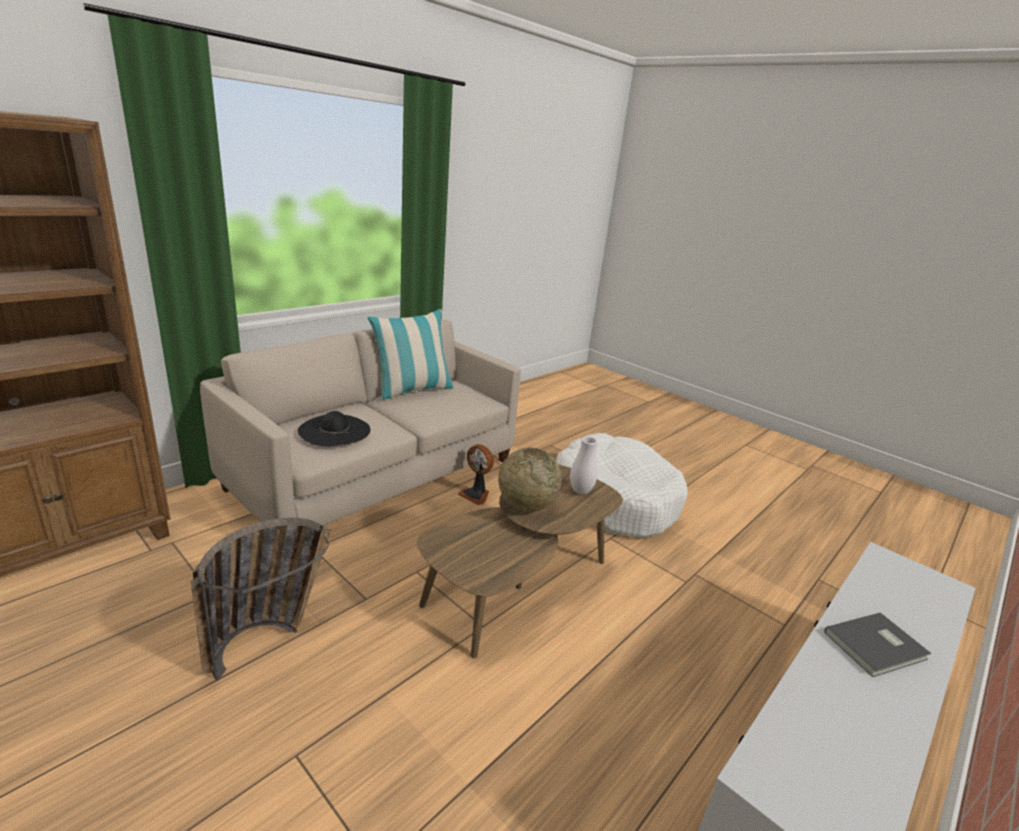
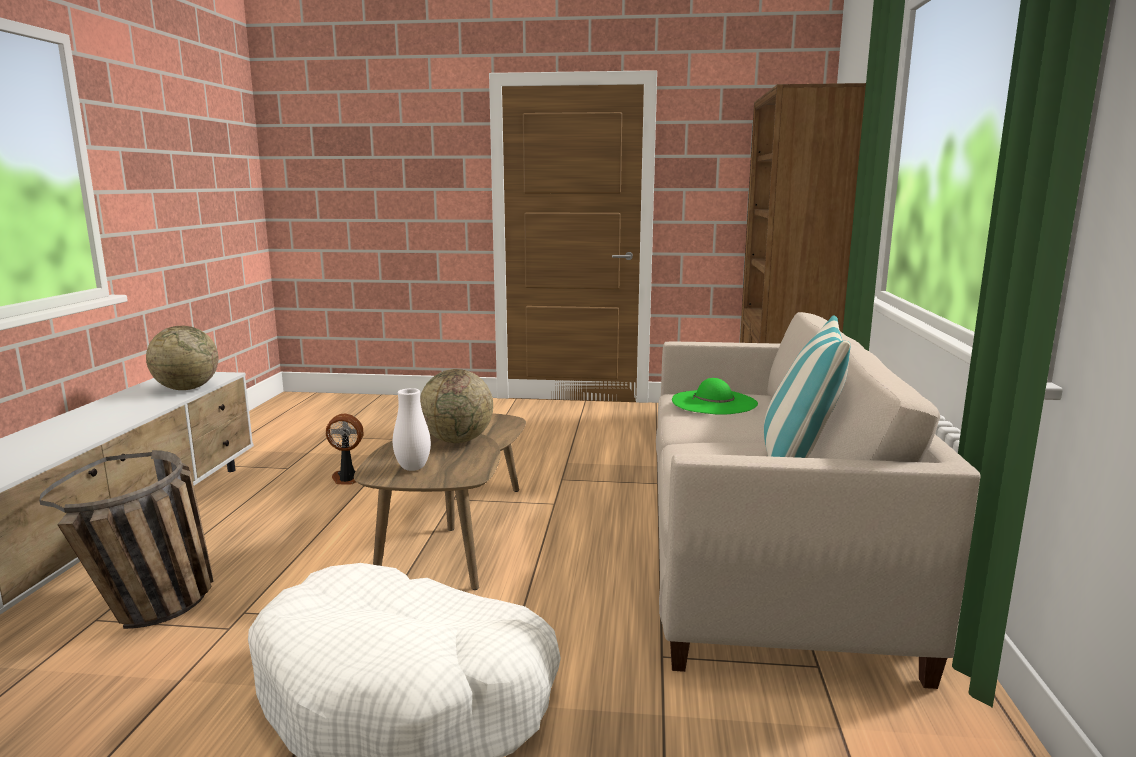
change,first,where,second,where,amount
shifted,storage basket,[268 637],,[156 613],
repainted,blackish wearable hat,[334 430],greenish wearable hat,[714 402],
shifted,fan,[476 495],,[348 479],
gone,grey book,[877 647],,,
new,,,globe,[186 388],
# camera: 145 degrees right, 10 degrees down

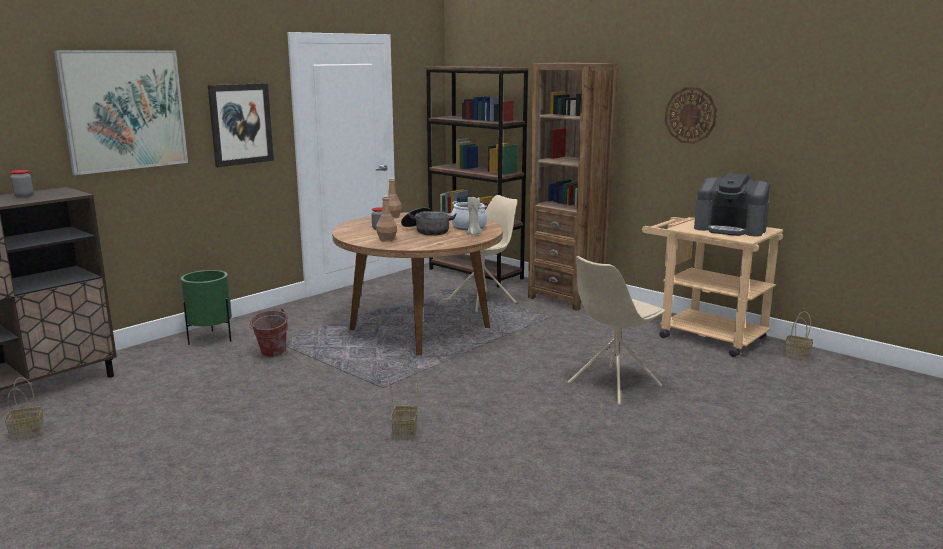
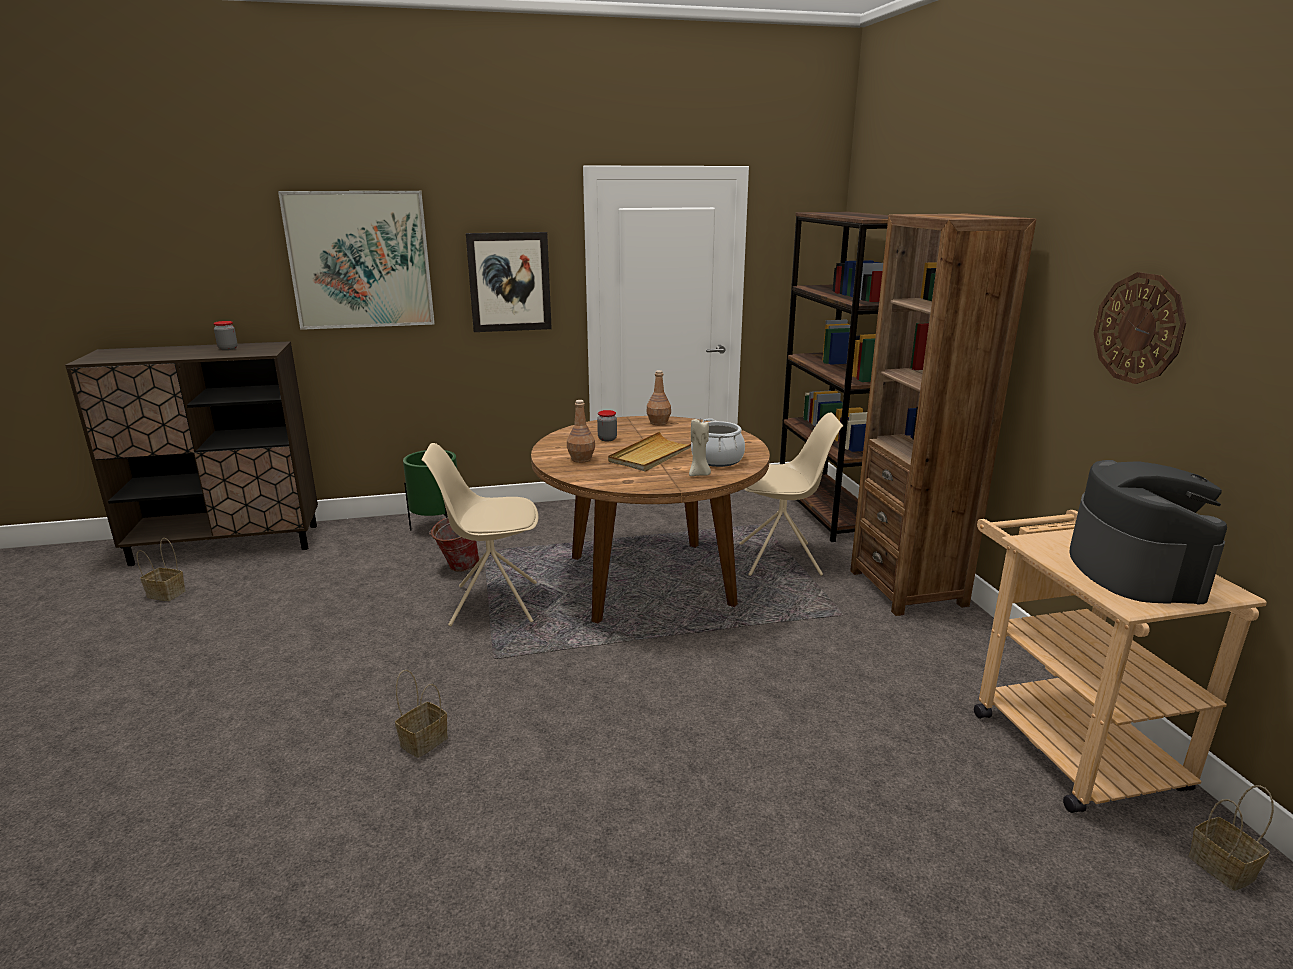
change,first,where,second,where,amount
swapped,stockpot,[427 231],beige-coloured serving tray,[653 455],
shifted,beige-coloured chair,[613 385],,[492 604],
rotated,coffee brewer,[730 229],,[1133 569],150 degrees counterclockwise
# camera: 35 degrees right, 5 degrees up

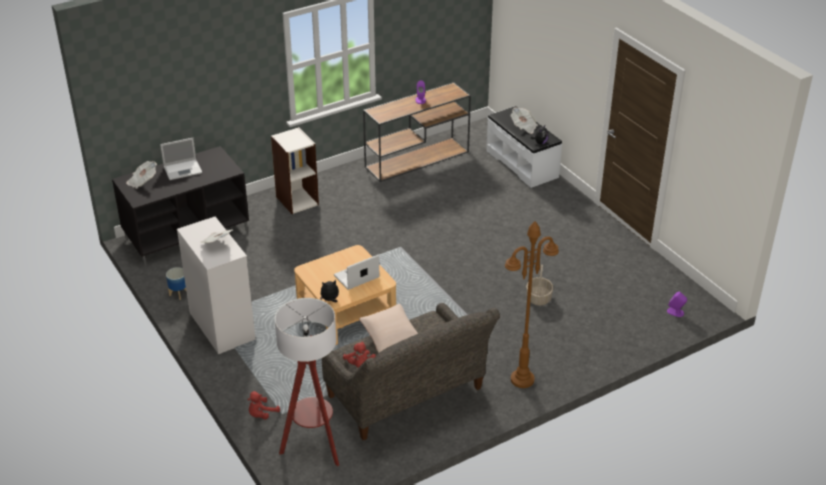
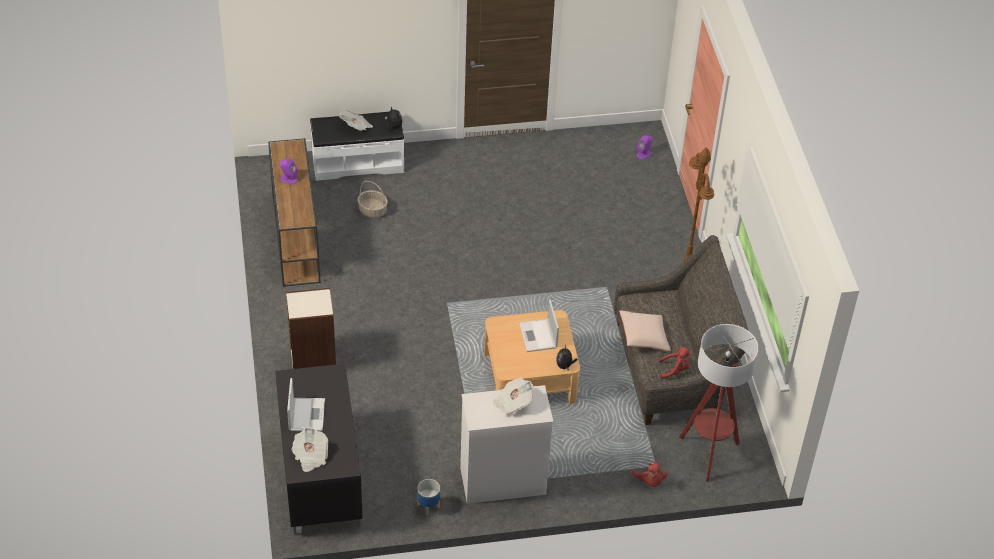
change,first,where,second,where,amount
shifted,storage basket,[538 298],,[372 211],
# camera: 70 degrees left, 10 degrees up

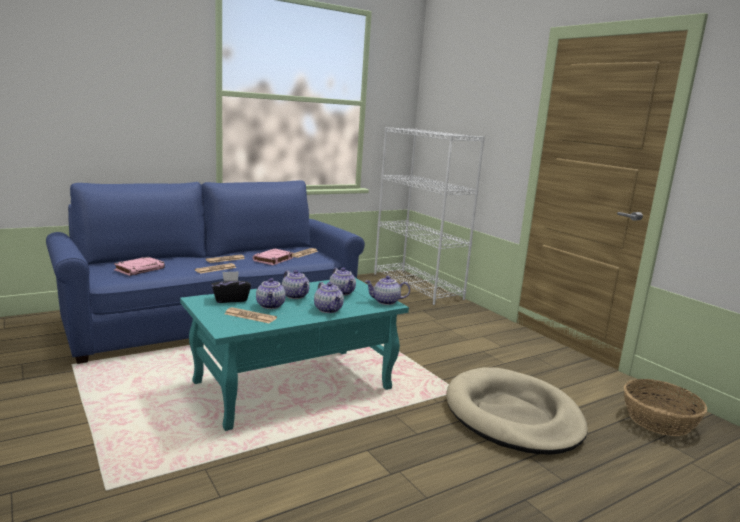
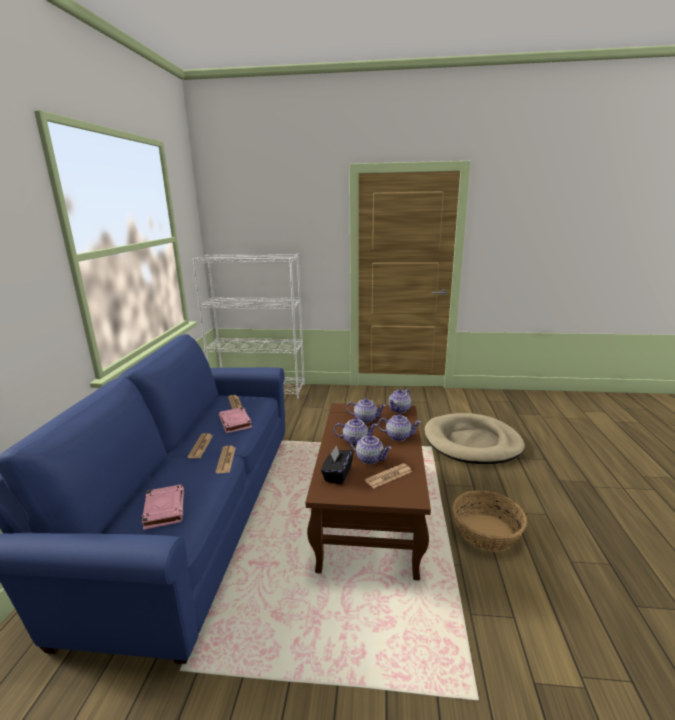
change,first,where,second,where,amount
repainted,turquoise low table,[294 386],brown low table,[369 513],
shifted,storage basket,[659 420],,[486 532],
# camera: 50 degrees left, 5 degrees up

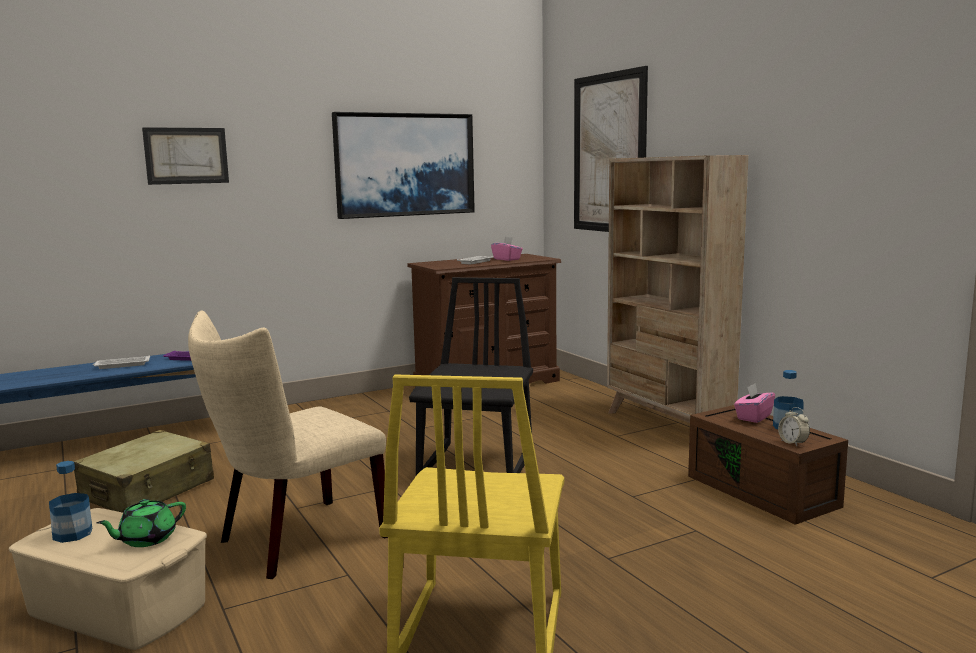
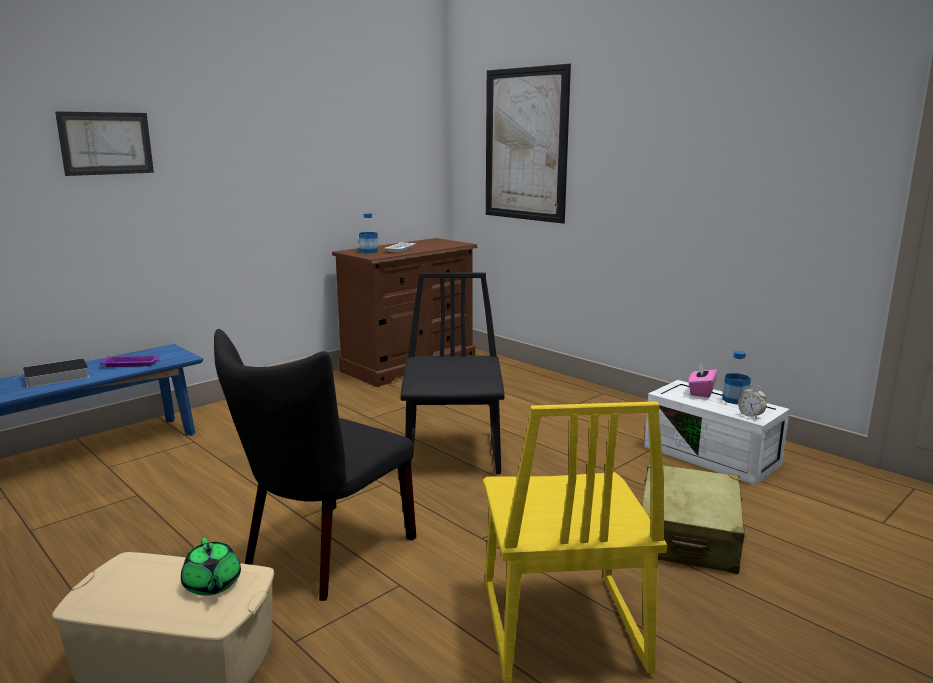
change,first,where,second,where,amount
shifted,bottle,[72 534],,[368 251],
shifted,beige-coloured suitcase,[148 490],,[688 535],
swapped,whitish serving tray,[121 365],book,[54 377],
rotated,greenish tea pot,[146 539],,[212 584],60 degrees counterclockwise
repainted,beige-coloured chair,[294 541],blackish chair,[322 554],
gone,wall picture,[405 165],,,
gone,pink tissue box,[507 259],,,
gone,beige-coloured bookcase,[667 424],,,
repainted,brown storage box,[764 491],whitish storage box,[713 455],
# camera: 15 degrees left, 5 degrees up

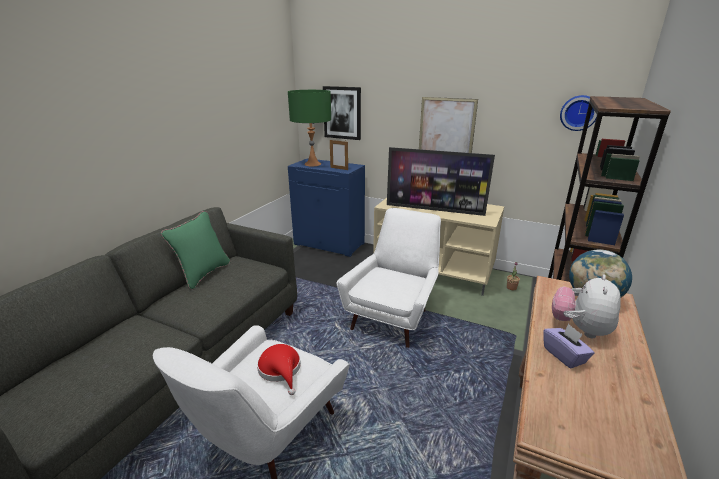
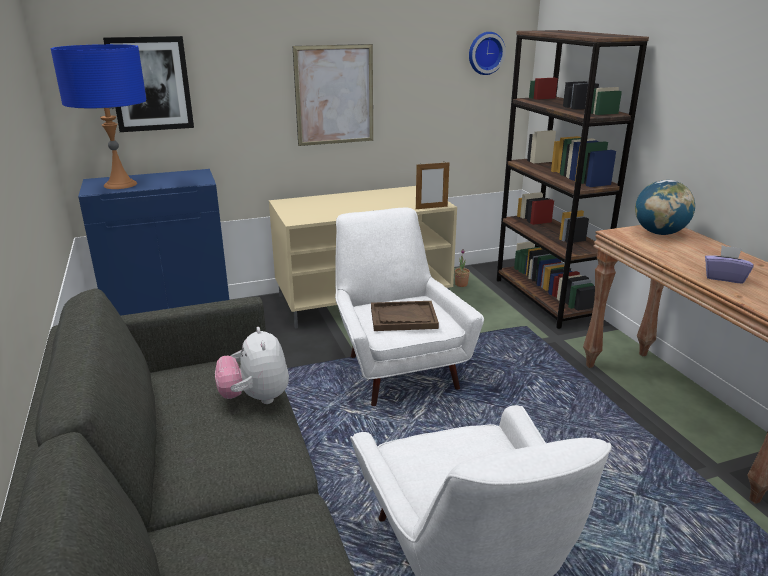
change,first,where,second,where,amount
gone,greenish throw pillow,[203 274],,,
gone,red-coloured wearable hat,[281 370],,,
repainted,greenish tabletop lamp,[312 164],blue-coloured tabletop lamp,[120 184],
shifted,photo frame,[339 168],,[431 207],
gone,TV set,[434 210],,,
shifted,cuddly toy,[580 329],,[256 398],
new,,,brown serving tray,[403 318],
# camera: 45 degrees left, 0 degrees up

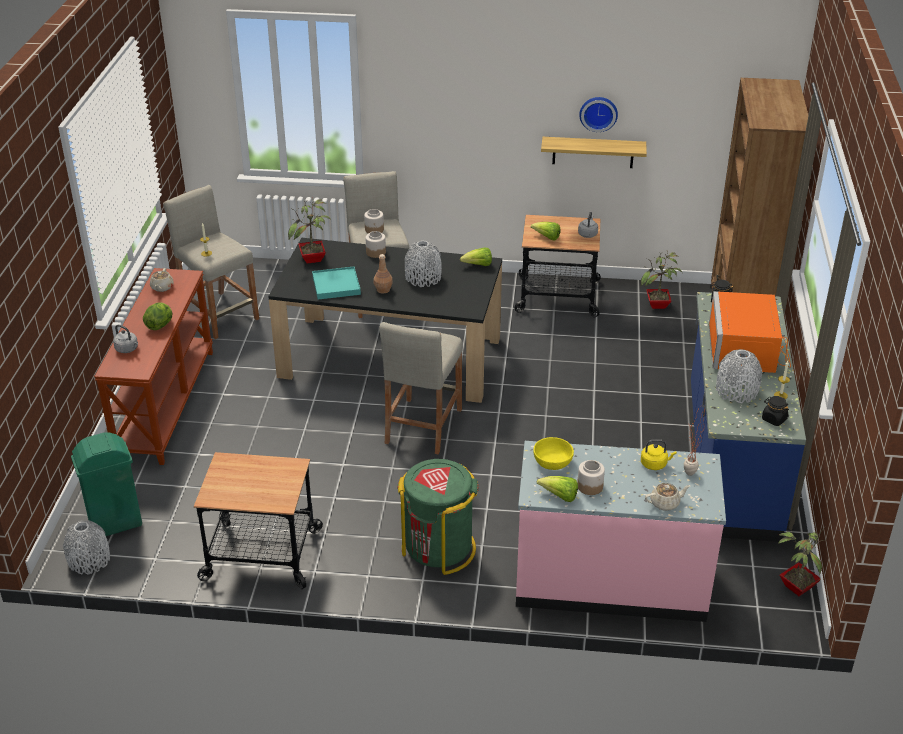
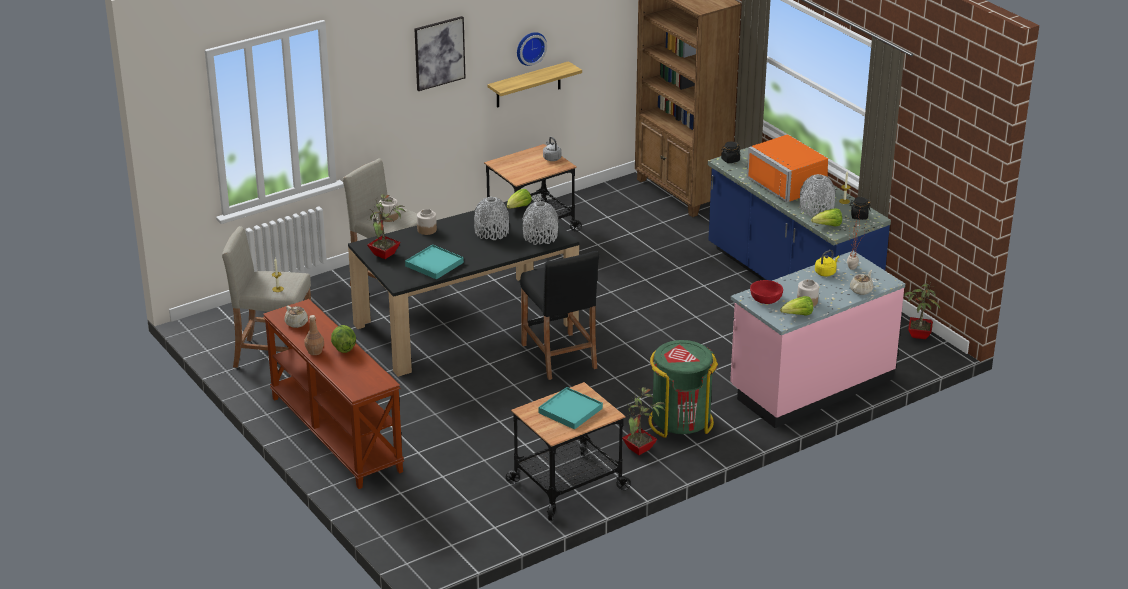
change,first,where,second,where,amount
shifted,grey decorative vase,[89 560],,[540 237],
gone,greenish rubbish bin,[115 523],,,
gone,grey water kettle,[127 349],,,
shifted,brown bottle,[383 289],,[314 351],
repainted,beige-coloured stool seat,[423 426],blackish stool seat,[559 356],
shifted,lettuce head,[547 237],,[828 226],
repainted,yellow serving bowl,[552 461],red-coloured serving bowl,[765 299],
shifted,potted plant,[657 306],,[640 450],
new,,,wall picture,[439 53],
new,,,turquoise serving tray,[570 410],
# camera: 40 degrees left, 5 degrees down

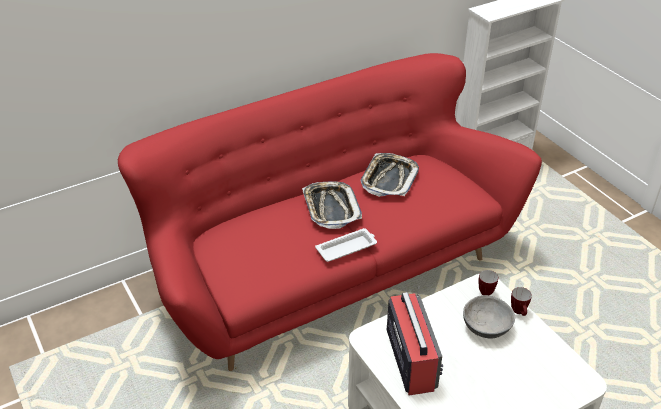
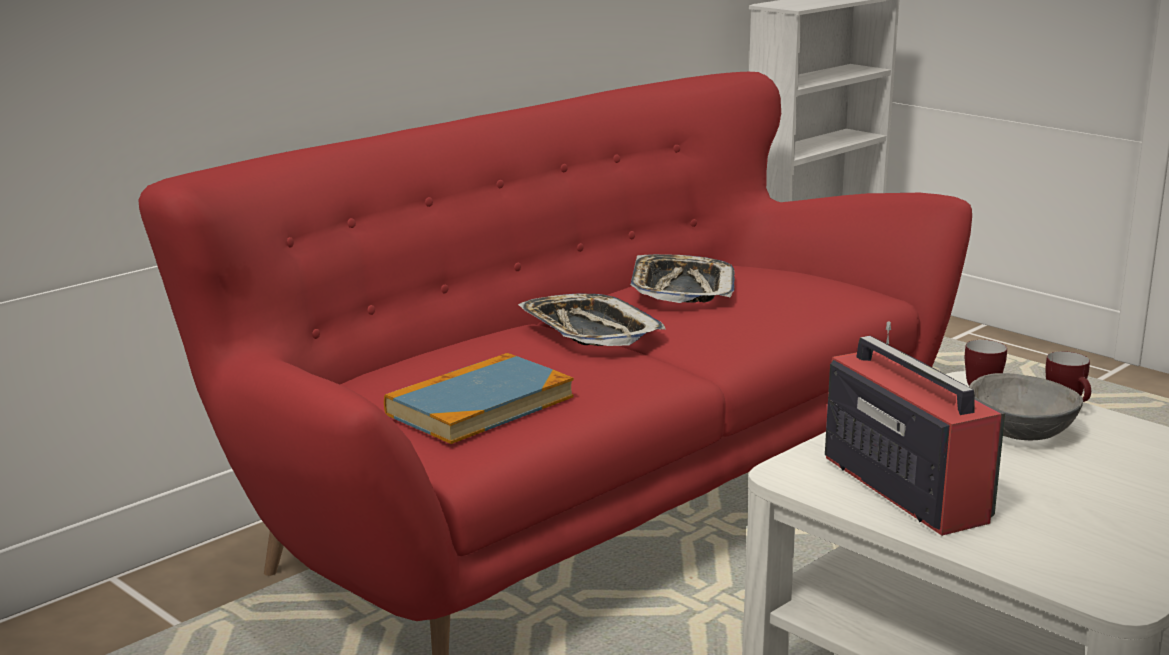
change,first,where,second,where,amount
gone,whitish serving tray,[347 248],,,
new,,,book,[480 405],
# camera: 15 degrees left, 20 degrees down

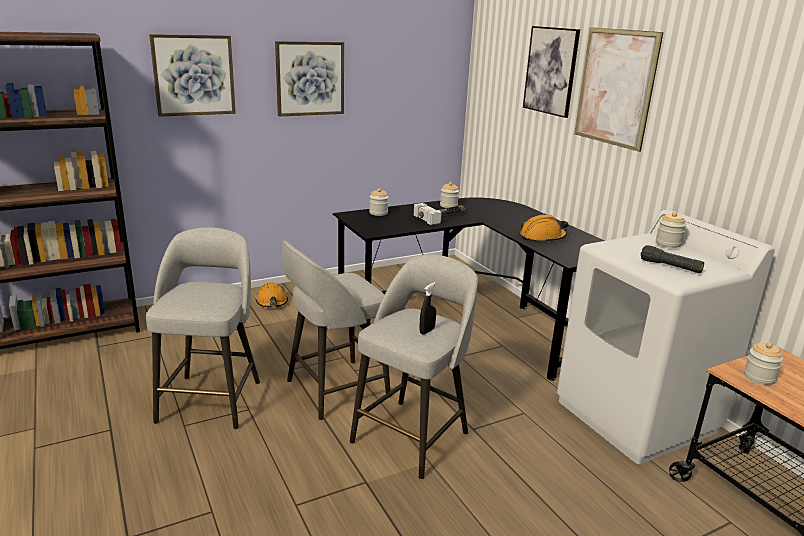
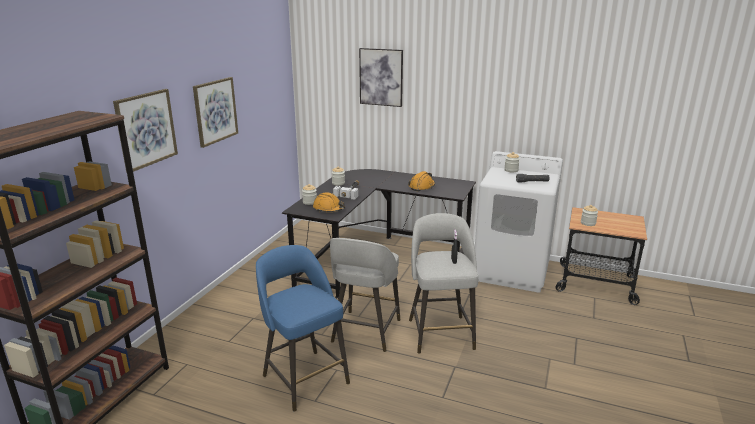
change,first,where,second,where,amount
repainted,grey stool seat,[211 399],blue-coloured stool seat,[304 378],
shifted,orange hard hat,[272 302],,[329 209],
gone,wall picture,[615 87],,,
# camera: 40 degrees left, 0 degrees up

